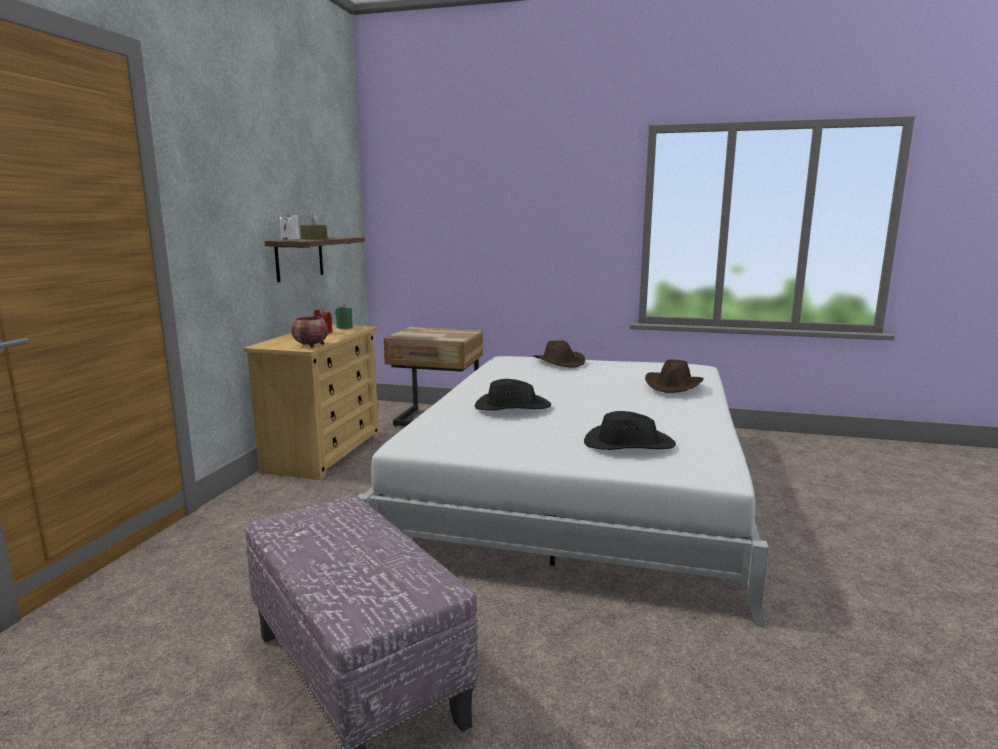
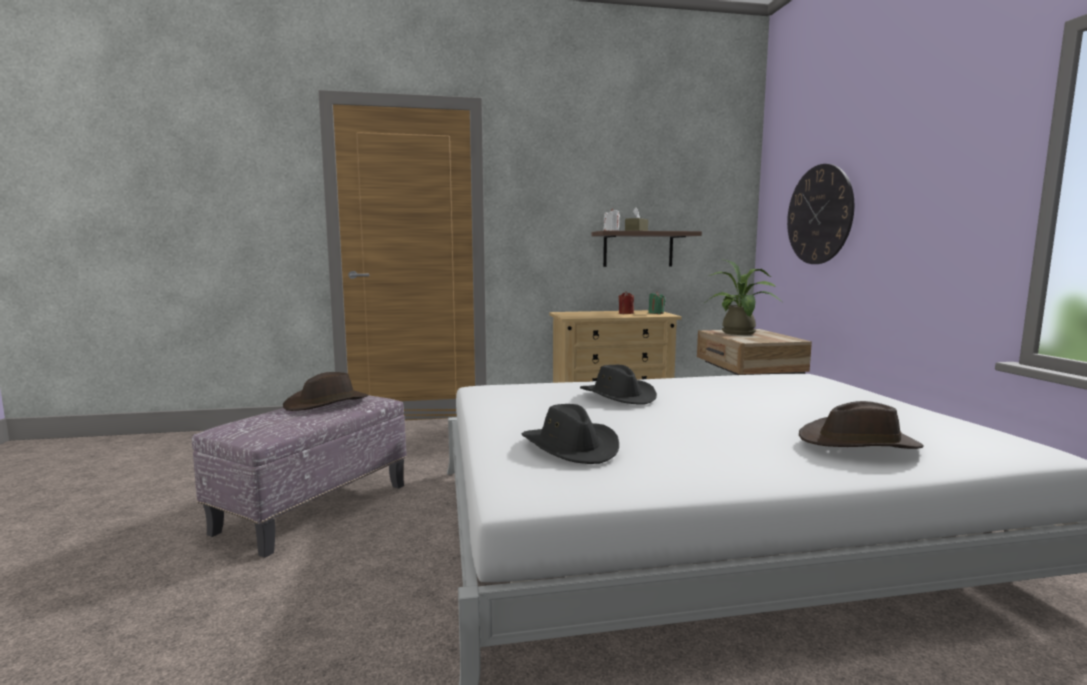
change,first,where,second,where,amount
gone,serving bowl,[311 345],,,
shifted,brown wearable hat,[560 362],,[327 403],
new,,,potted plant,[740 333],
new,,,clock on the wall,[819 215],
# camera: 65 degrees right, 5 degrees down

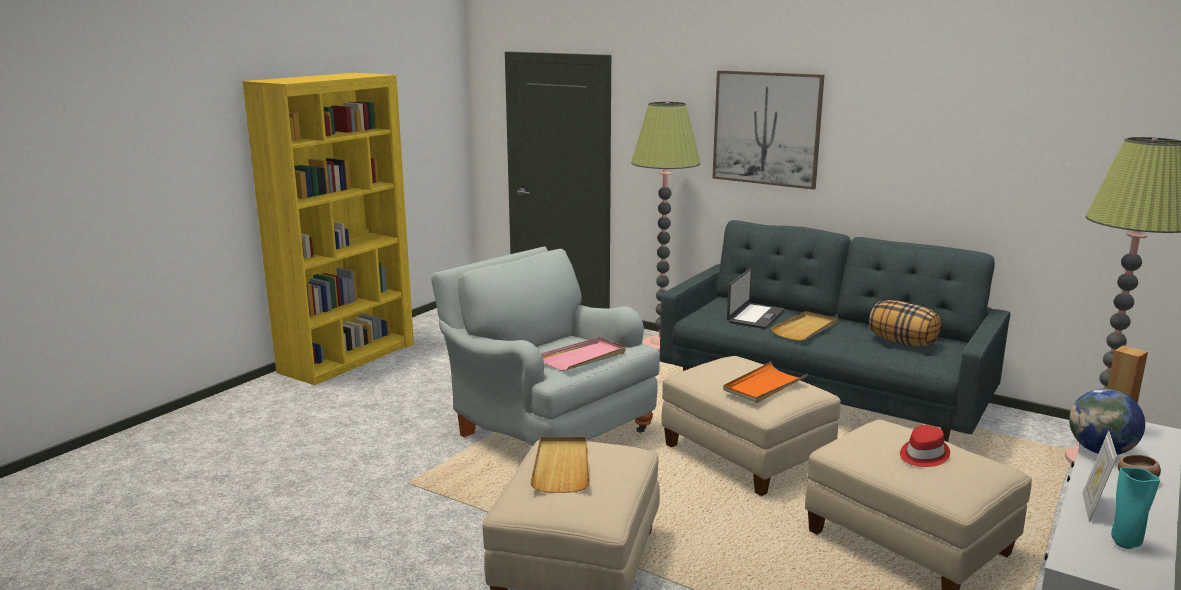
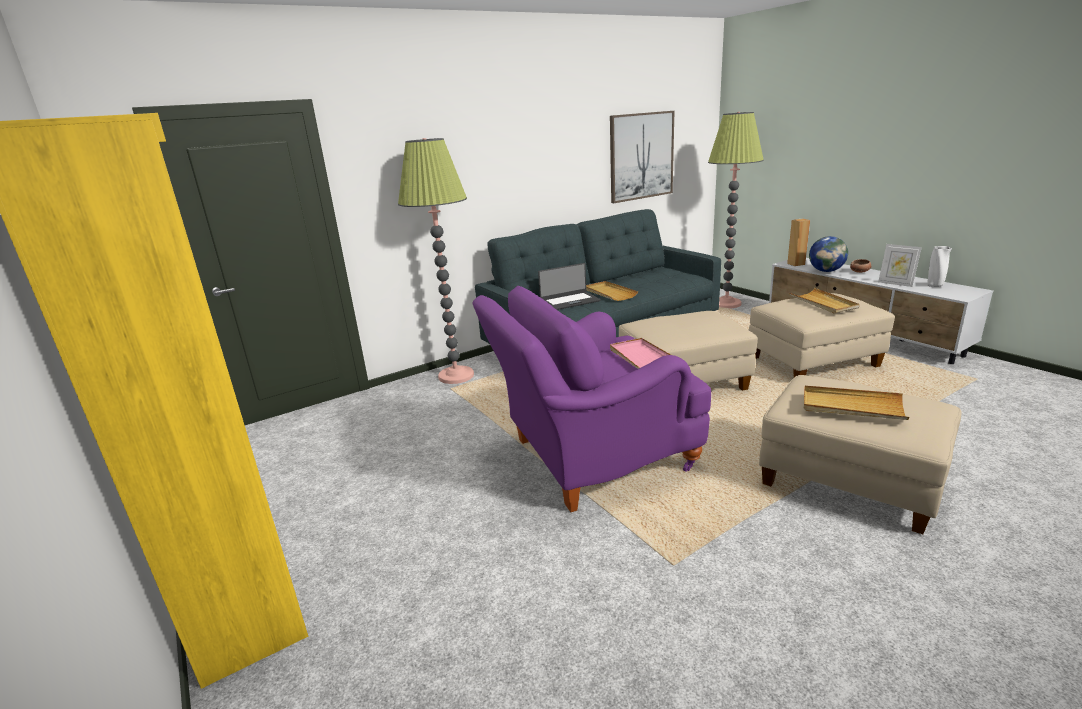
change,first,where,second,where,amount
repainted,grey lounge chair,[547 430],purplish lounge chair,[591 457],
shifted,wall picture,[766 128],,[641 156],
gone,orange serving tray,[764 386],,,
rotated,portable computer,[754 316],,[569 301],105 degrees clockwise
gone,throw pillow,[902 342],,,
swapped,red-coloured wearable hat,[922 455],beige-coloured serving tray,[823 303],
repainted,turquoise decorative vase,[1124 544],whitish decorative vase,[934 286],
# camera: 65 degrees left, 5 degrees up

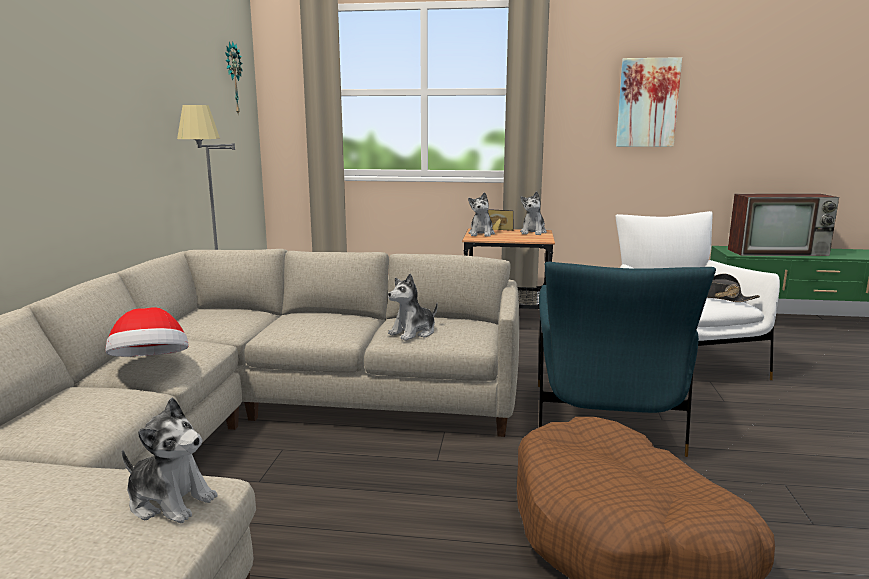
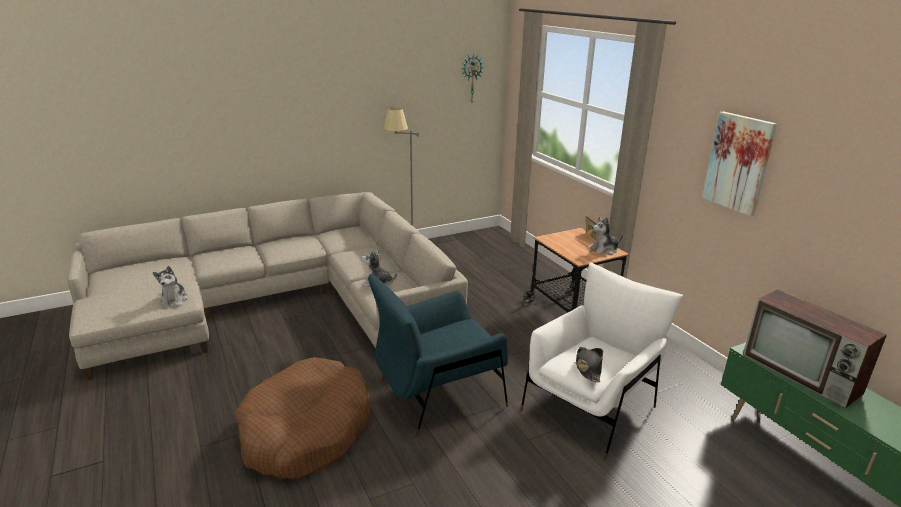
change,first,where,second,where,amount
gone,wearable hat,[151 365],,,
gone,cuddly toy,[481 234],,,
# camera: 55 degrees right, 10 degrees up

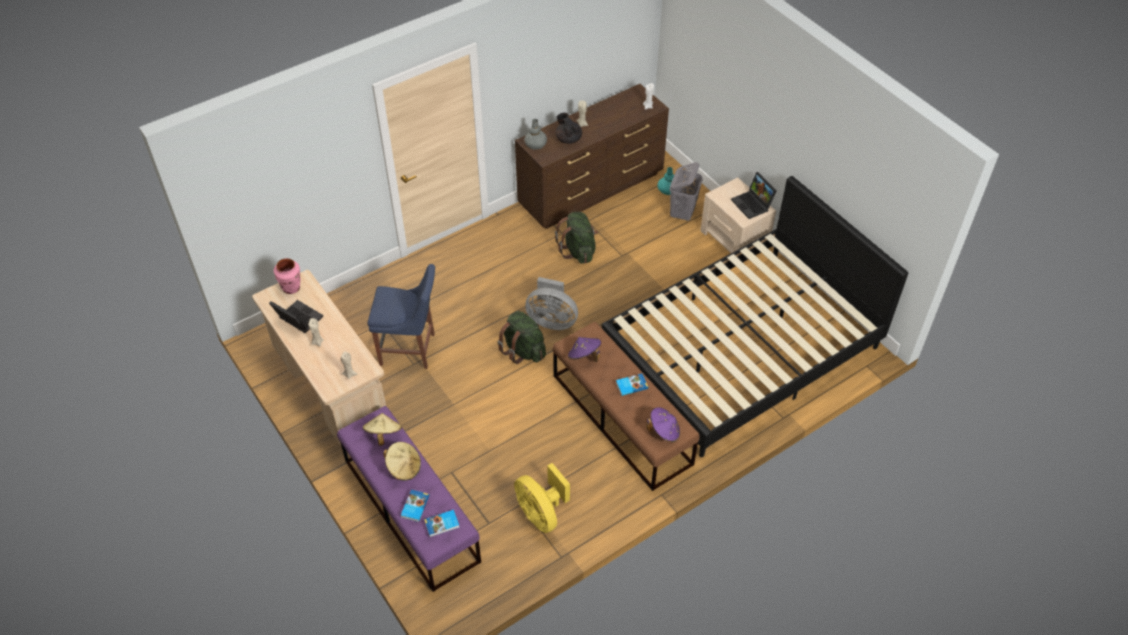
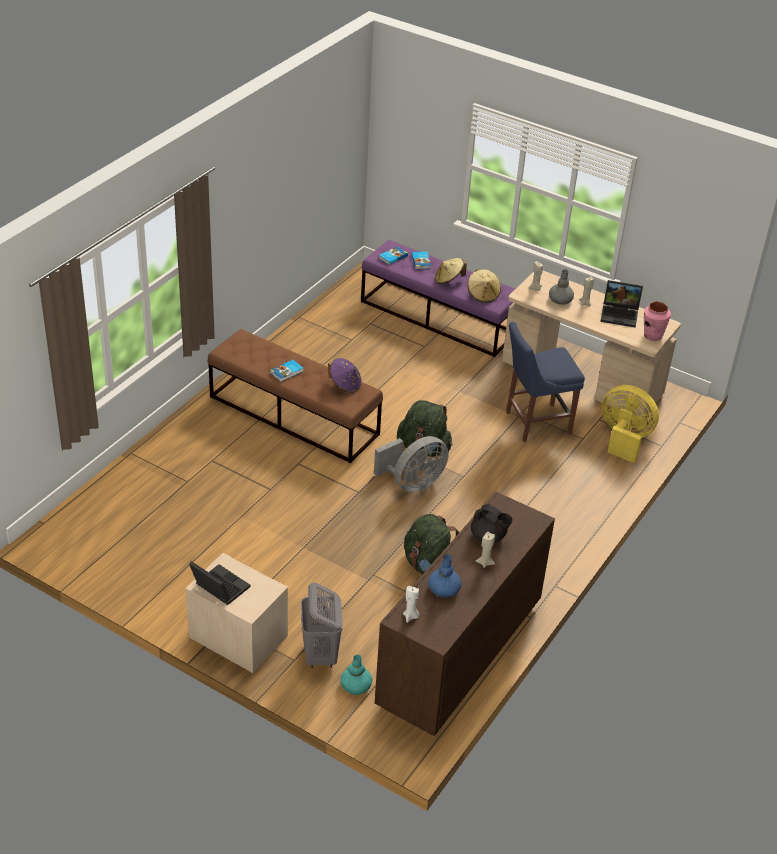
change,first,where,second,where,amount
shifted,yellow fan,[541 513],,[624 439],
shifted,grey decorative vase,[535 144],,[560 300],
rotated,grey fan,[552 320],,[412 483],150 degrees clockwise
gone,blackish sleeping bed,[742 349],,,
gone,purplish wearable hat,[664 431],,,
new,,,blue-coloured decorative vase,[443 589],
# camera: 155 degrees right, 10 degrees down

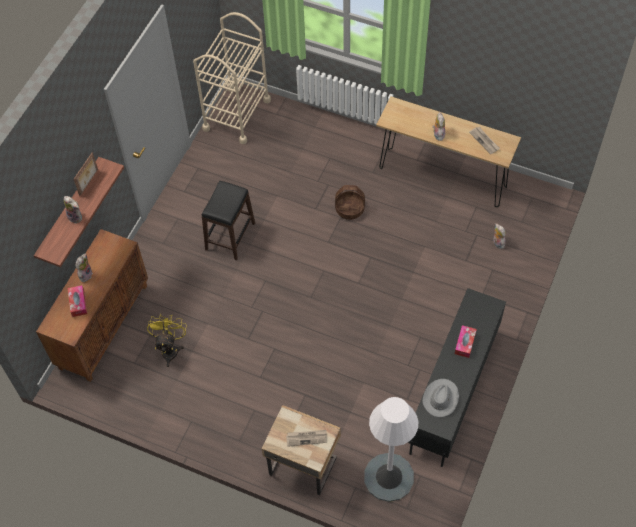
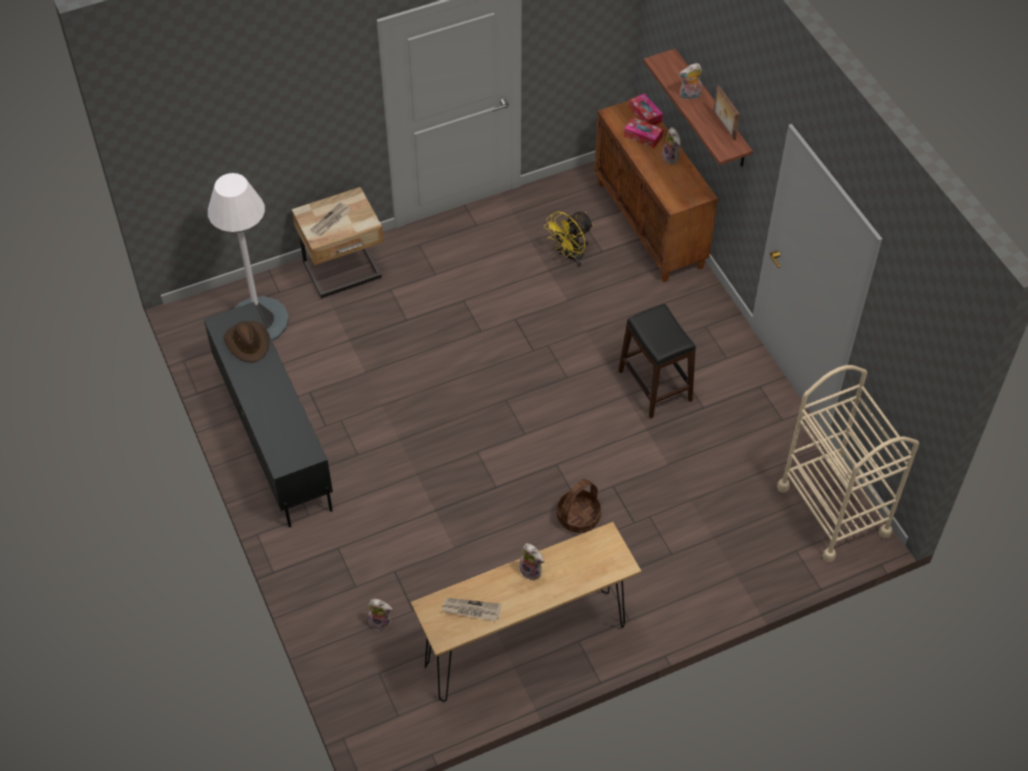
change,first,where,second,where,amount
rotated,yellow fan,[170 348],,[570 256],90 degrees clockwise
repainted,grey wearable hat,[440 398],brown wearable hat,[248 342],
shifted,tissue box,[465 343],,[645 115],
# camera: 130 degrees right, 5 degrees down

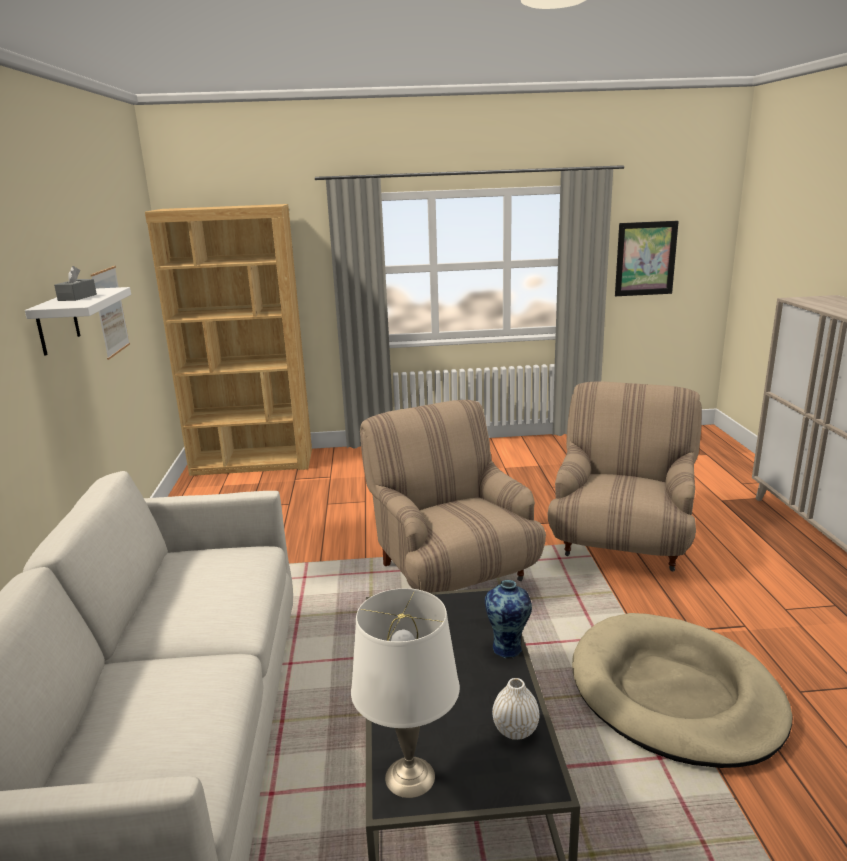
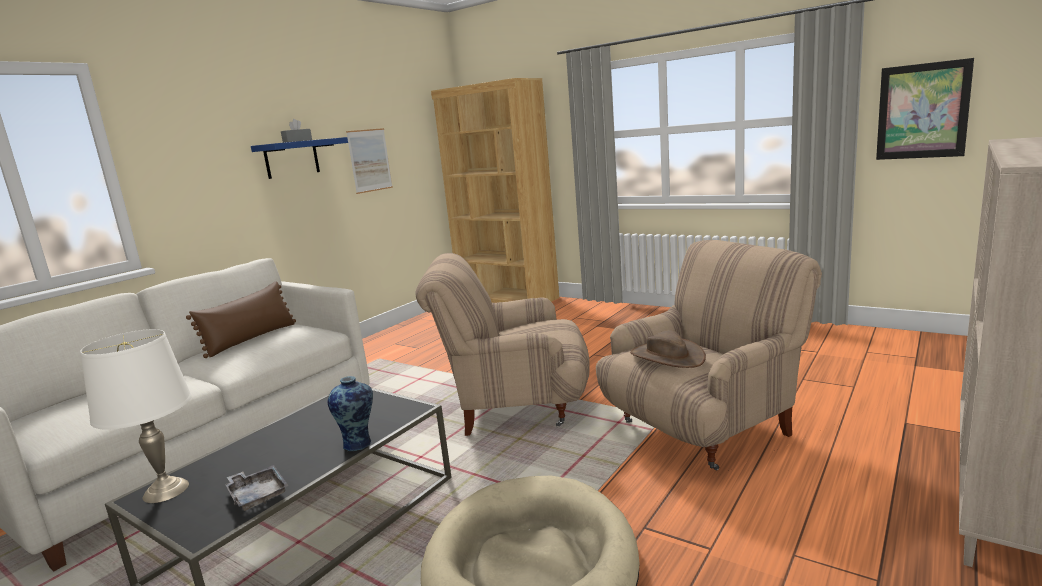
change,first,where,second,where,amount
repainted,whitish bracket shelf,[57 322],blue-coloured bracket shelf,[291 159],
rotated,beige-coloured lounge chair,[451 573],,[514 406],105 degrees counterclockwise
swapped,whitish decorative vase,[515 730],grey serving tray,[257 495],
new,,,brown throw pillow,[251 339],
new,,,brown wearable hat,[667 356],
# camera: 40 degrees right, 5 degrees down

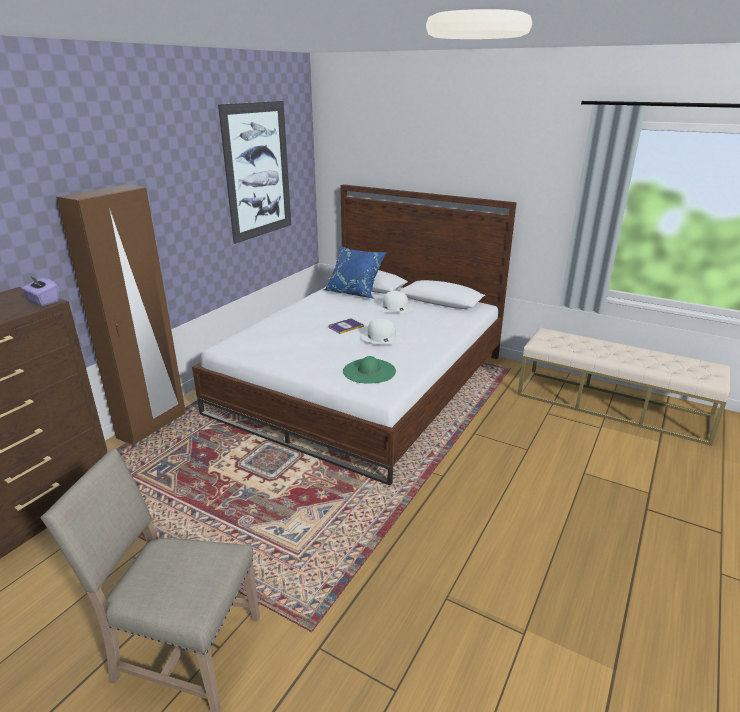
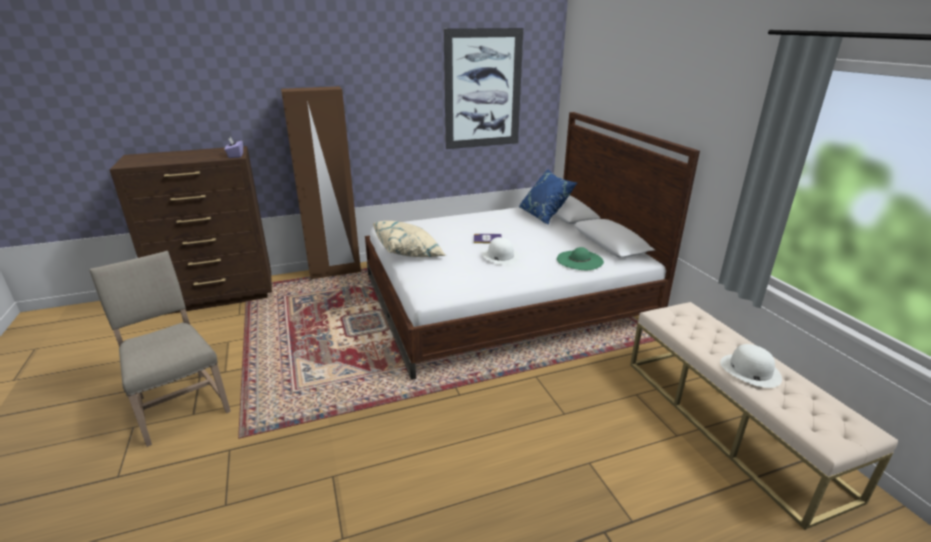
change,first,where,second,where,amount
shifted,greenish wearable hat,[369 371],,[580 260],
shifted,whitish wearable hat,[395 308],,[749 370],
new,,,beige-coloured throw pillow,[409 252],
# camera: 40 degrees right, 0 degrees up

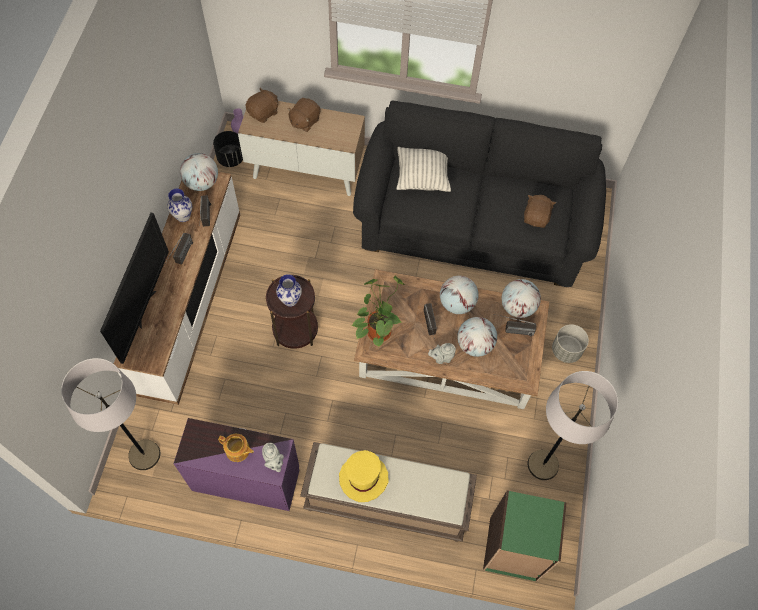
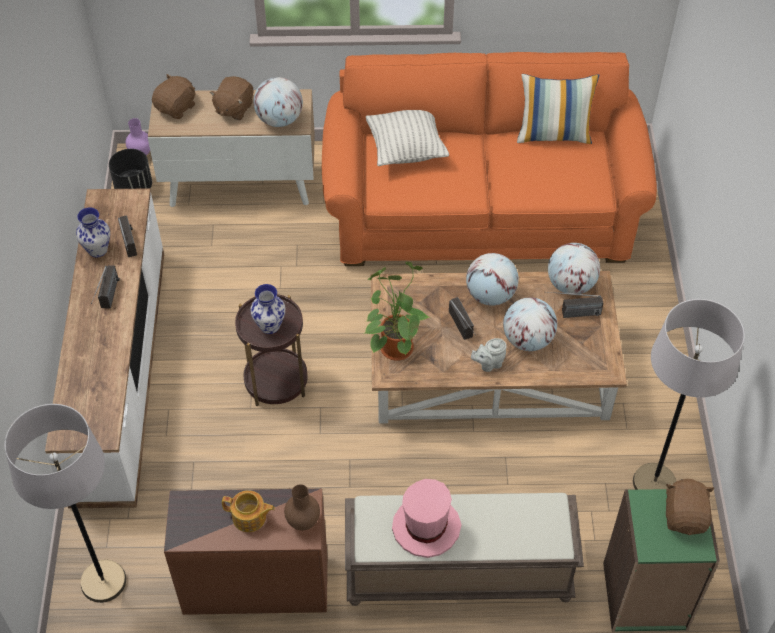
change,first,where,second,where,amount
gone,TV set,[144 308],,,
repainted,purplish chest of drawers,[245 478],brown chest of drawers,[255 583],
shifted,globe,[202 183],,[279 120],
swapped,grey tea pot,[273 462],brown decorative vase,[302 521],
repainted,yellow wearable hat,[363 478],pink wearable hat,[426 527],
repainted,blackish couch,[473 226],orange couch,[481 212],
shifted,brown cuddly toy,[536 217],,[685 516],
gone,grey planter,[566 350],,,
new,,,throw pillow,[554 134],
# camera: 10 degrees left, 10 degrees down

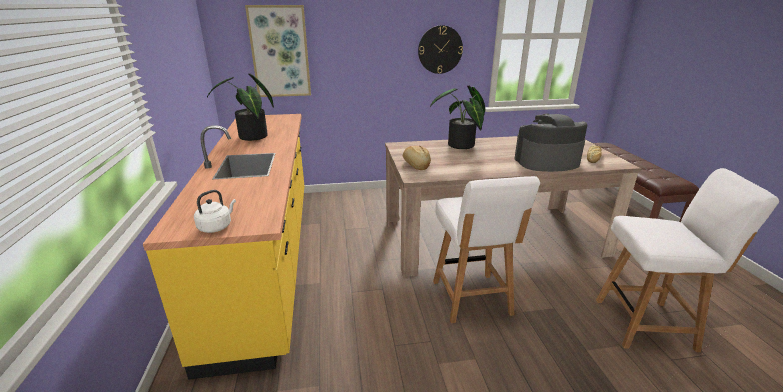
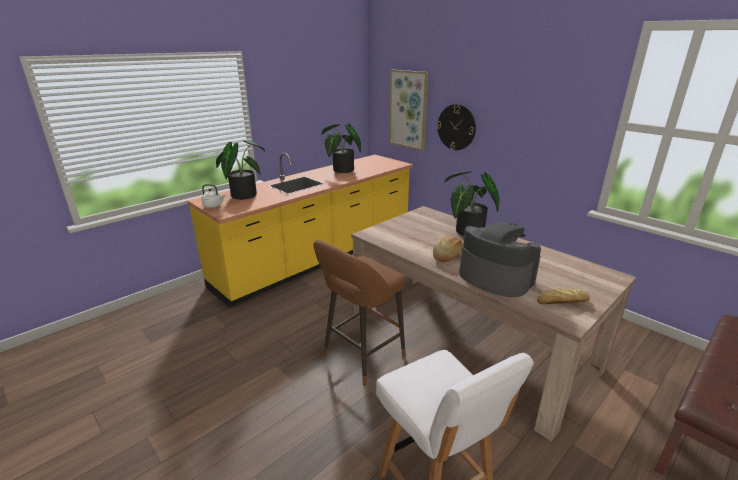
change,first,where,second,where,amount
shifted,bakery bread,[416 165],,[446 256],
shifted,clock on the wall,[440 49],,[456 127],
swapped,whitish chair,[472 299],brown stool seat,[360 357],
new,,,potted plant,[243 194],
# camera: 55 degrees right, 0 degrees up

